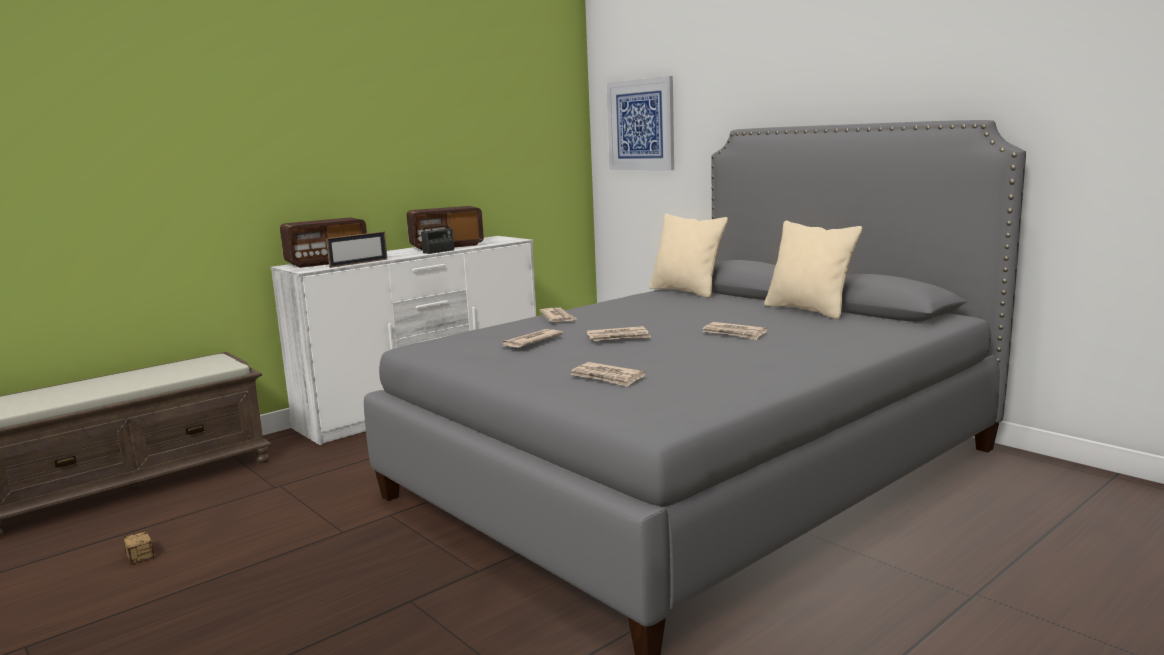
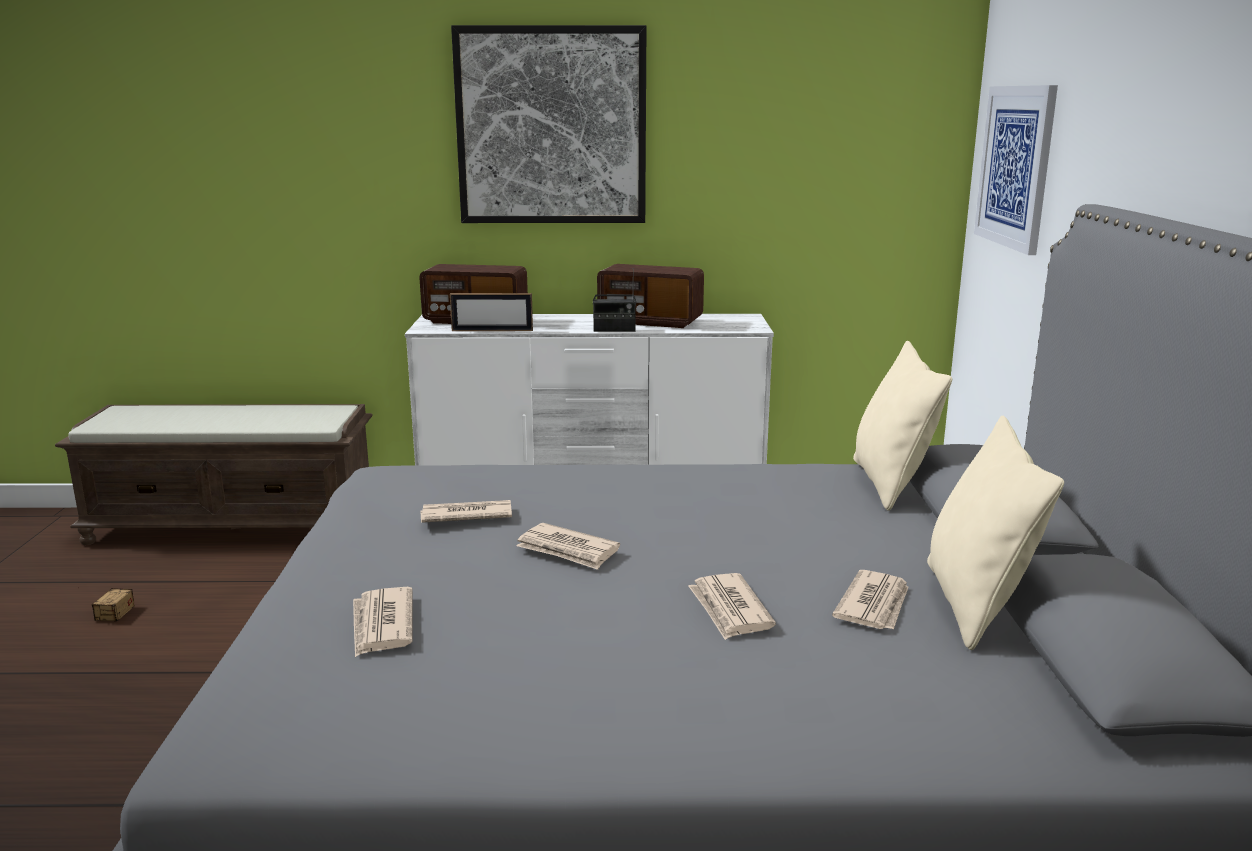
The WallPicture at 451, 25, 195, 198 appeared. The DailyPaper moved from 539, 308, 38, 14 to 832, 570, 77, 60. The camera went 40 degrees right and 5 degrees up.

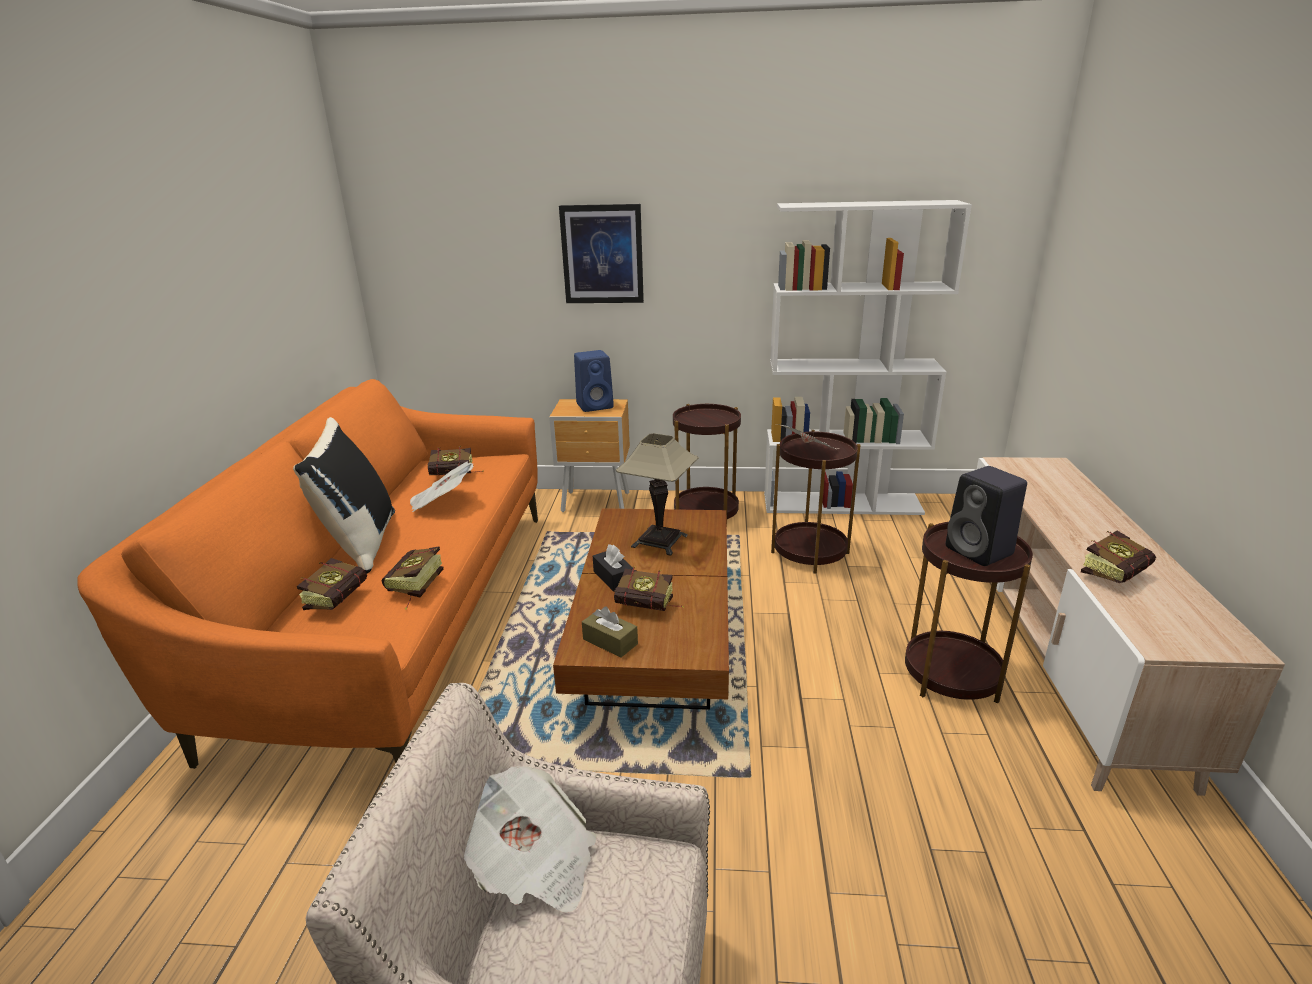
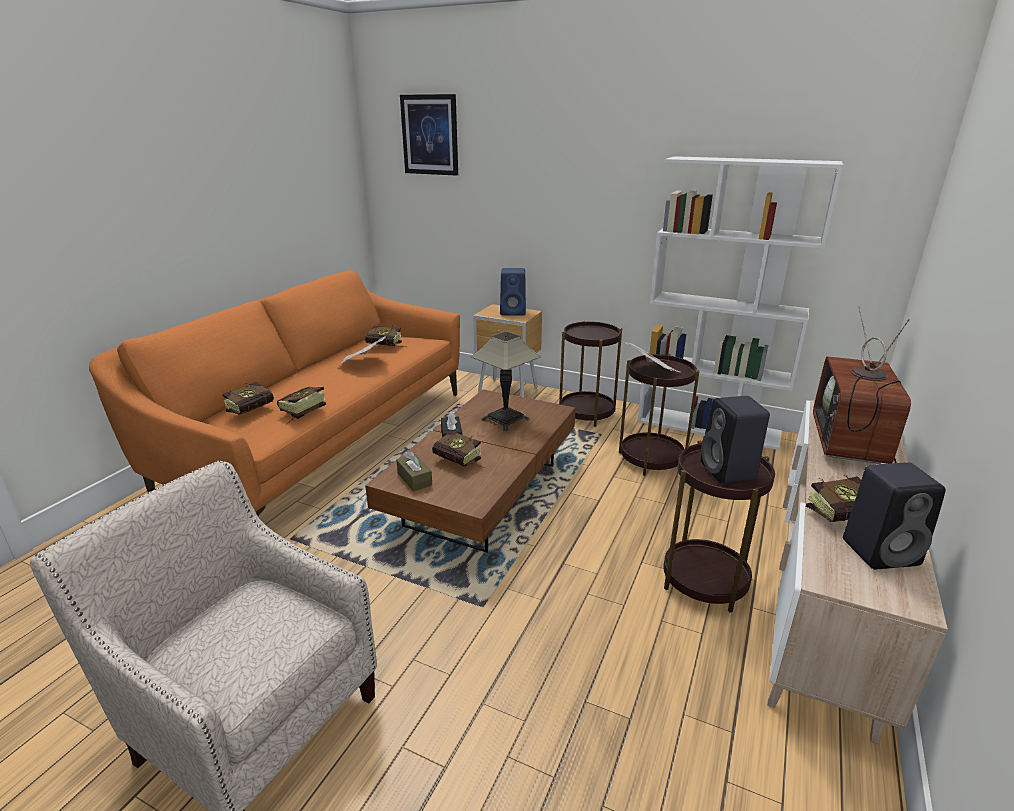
The WallPicture moved from 559, 204, 85, 99 to 400, 94, 58, 82. The Tv at 813, 306, 98, 158 appeared. The BlackishLoudspeaker at 843, 462, 103, 107 appeared. The BlackishCushion at 293, 417, 102, 157 disappeared. The DailyPaper at 464, 766, 133, 147 disappeared. The camera went 20 degrees right and 0 degrees up.

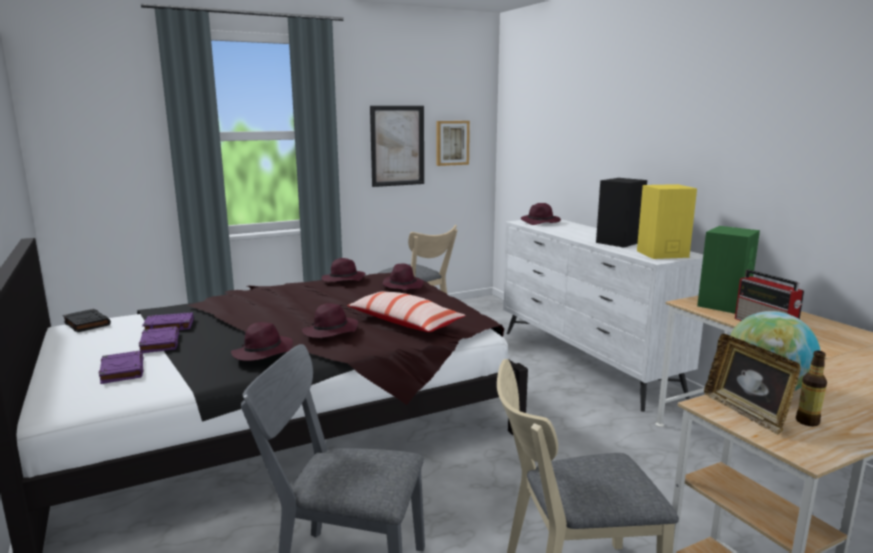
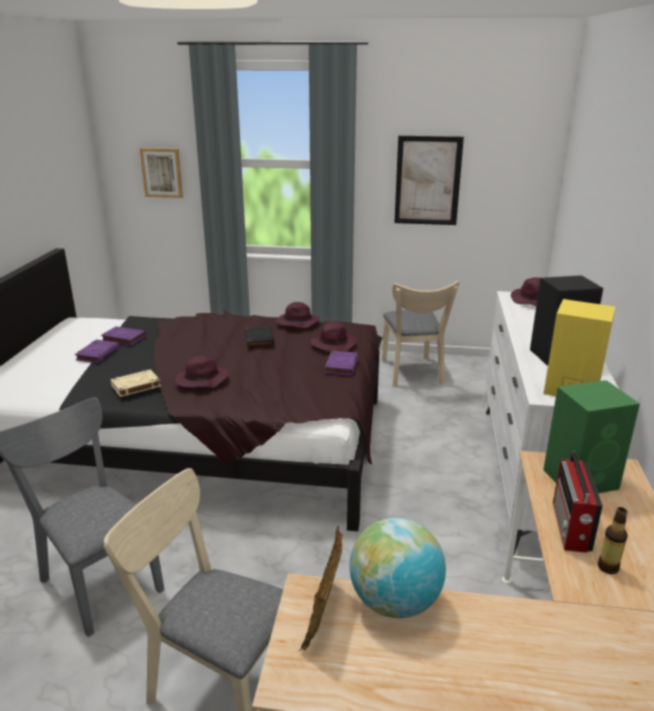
The PurplishClothingHat at 231, 322, 62, 39 was replaced by the BeigeBook at 111, 369, 50, 28. The WallPicture moved from 437, 121, 33, 45 to 139, 148, 44, 50. The BlackishBook moved from 63, 309, 48, 24 to 245, 326, 29, 22. The PurplishBook moved from 99, 351, 44, 33 to 325, 351, 33, 25. The Bottle moved from 796, 351, 31, 76 to 598, 507, 30, 67. The Cushion at 348, 291, 118, 41 disappeared. The camera went 35 degrees right and 10 degrees up.

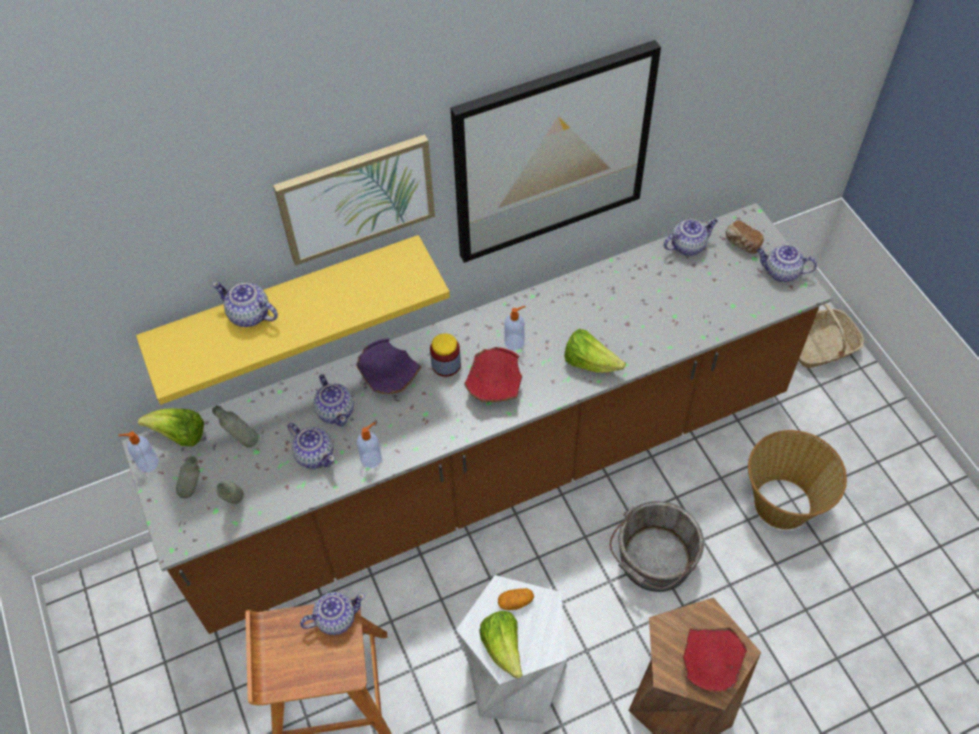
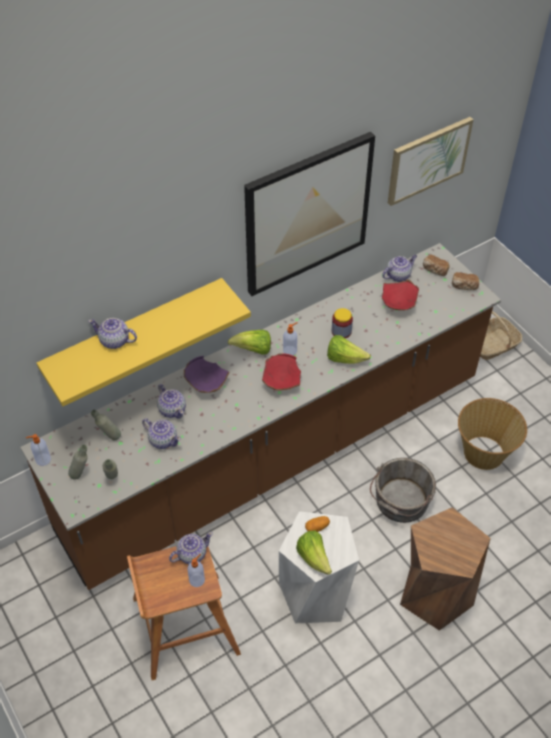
The SoapBottle moved from 357, 422, 25, 46 to 187, 554, 18, 33. The LettuceHead moved from 138, 408, 66, 38 to 228, 330, 43, 25. The StorageJar moved from 430, 333, 31, 44 to 332, 308, 21, 30. The RedColouredServingBowl moved from 683, 627, 64, 65 to 382, 280, 37, 30. The WallPicture moved from 273, 134, 162, 132 to 388, 117, 86, 89. The PotForTea at 757, 245, 60, 37 was replaced by the BakeryBread at 452, 272, 27, 18. The camera went 10 degrees left and 5 degrees down.

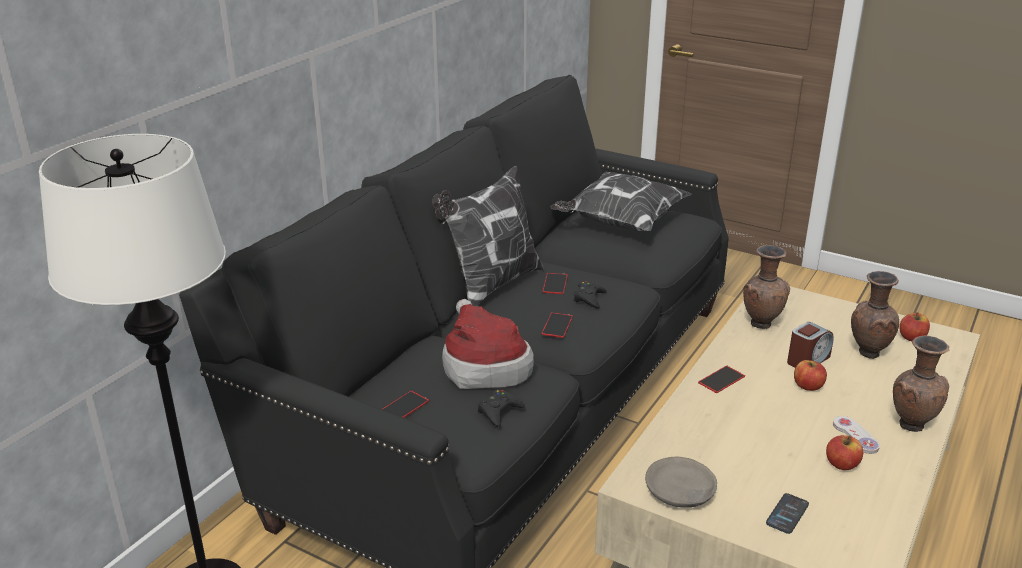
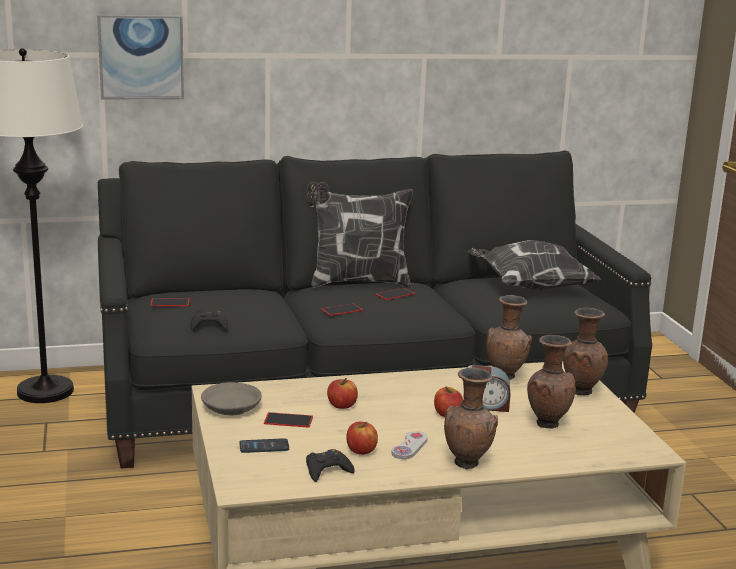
The WallPicture at 97, 15, 87, 85 appeared. The Phone moved from 698, 366, 47, 27 to 264, 412, 49, 16. The BlackishGamepad moved from 574, 281, 33, 28 to 306, 449, 49, 33. The AppleFruit moved from 899, 312, 31, 29 to 327, 378, 31, 31. The BrownFlowerVase at 563, 308, 45, 87 appeared. The ClothingHat at 442, 299, 92, 90 disappeared. The camera went 45 degrees right and 10 degrees down.

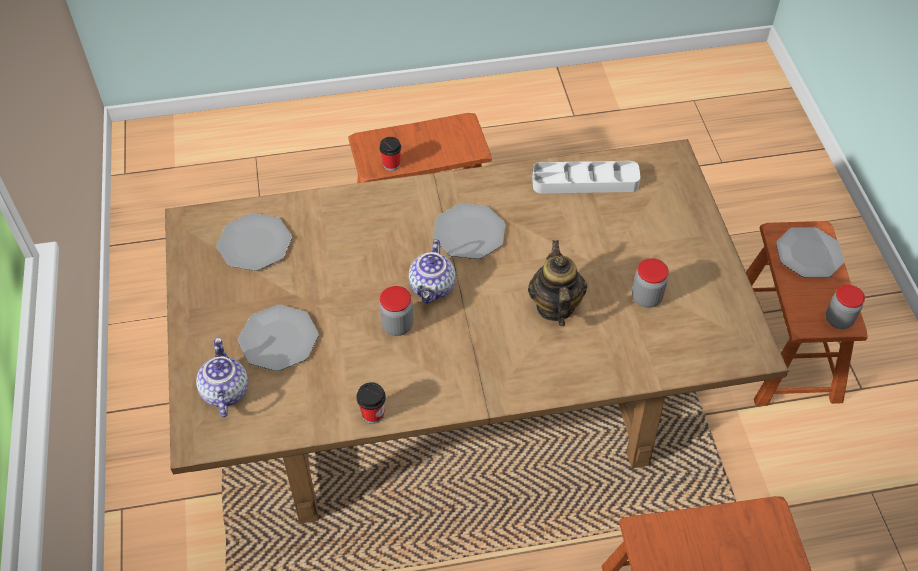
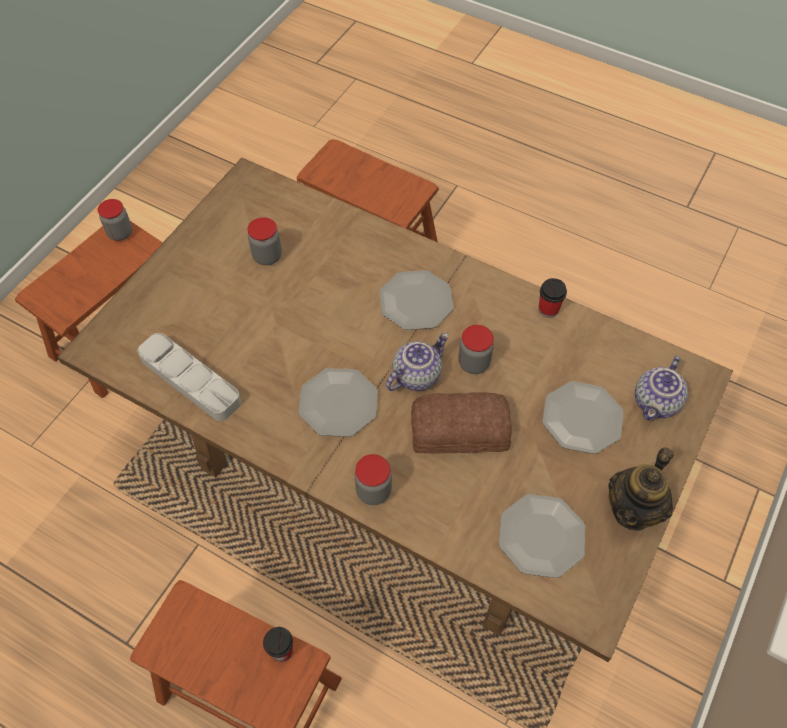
The StorageJar at 355, 454, 37, 51 appeared. The FlatDish moved from 776, 227, 68, 51 to 379, 270, 74, 60. The BakeryBread at 411, 392, 101, 61 appeared. The PotForTea moved from 528, 240, 59, 86 to 608, 447, 66, 84. The camera went 140 degrees left and 5 degrees up.

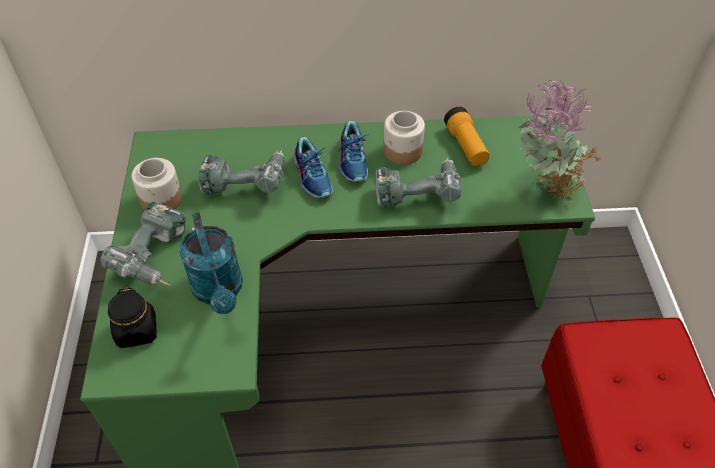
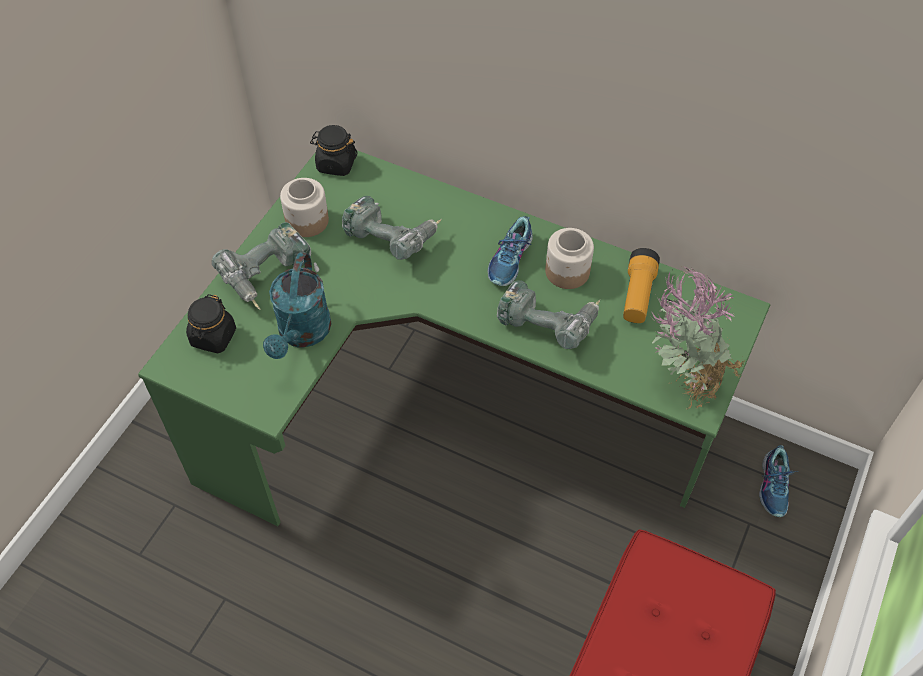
The BlackishStorageJar at 310, 125, 48, 51 appeared. The ItemOfFootwear moved from 293, 136, 40, 62 to 759, 445, 39, 72. The camera went 30 degrees right and 5 degrees up.

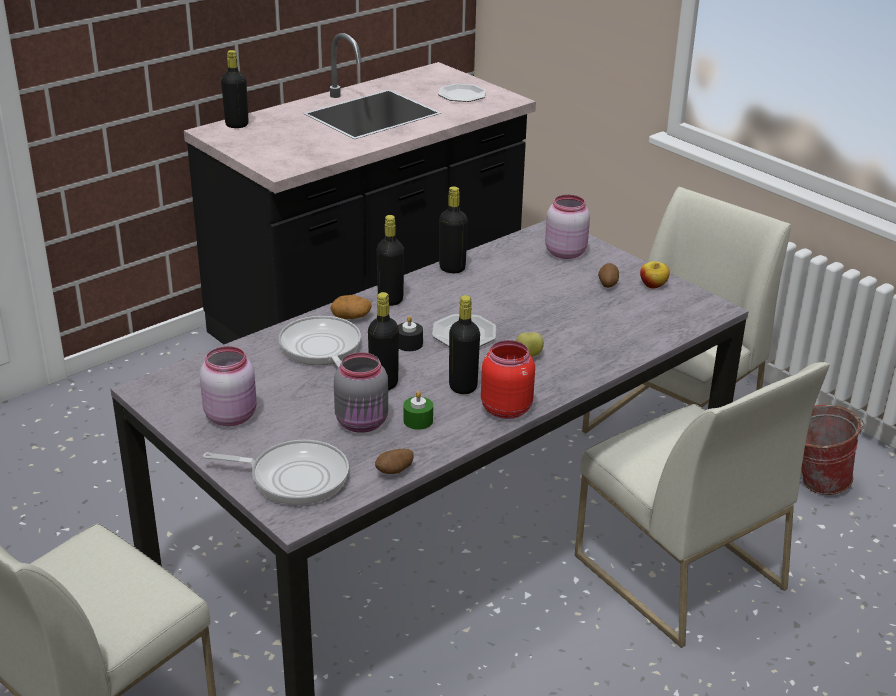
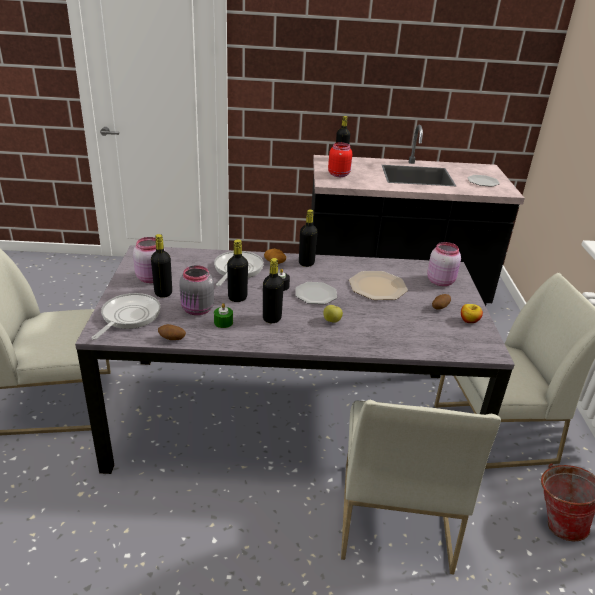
The FryingPan at 203, 440, 146, 65 turned 120 degrees counterclockwise. The BlackishBottle moved from 439, 186, 29, 87 to 151, 234, 21, 64. The RedColouredStorageJar moved from 481, 340, 54, 79 to 328, 142, 24, 35. The FlatDish at 349, 271, 59, 29 appeared. The camera went 40 degrees right and 0 degrees up.

